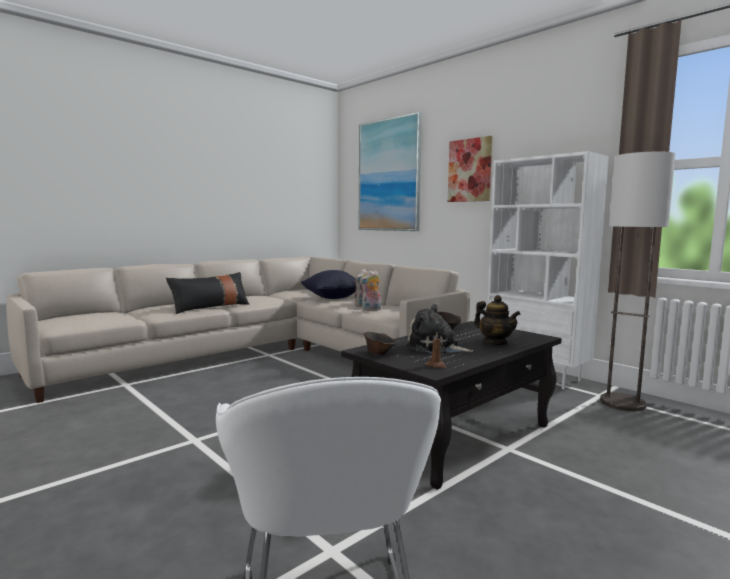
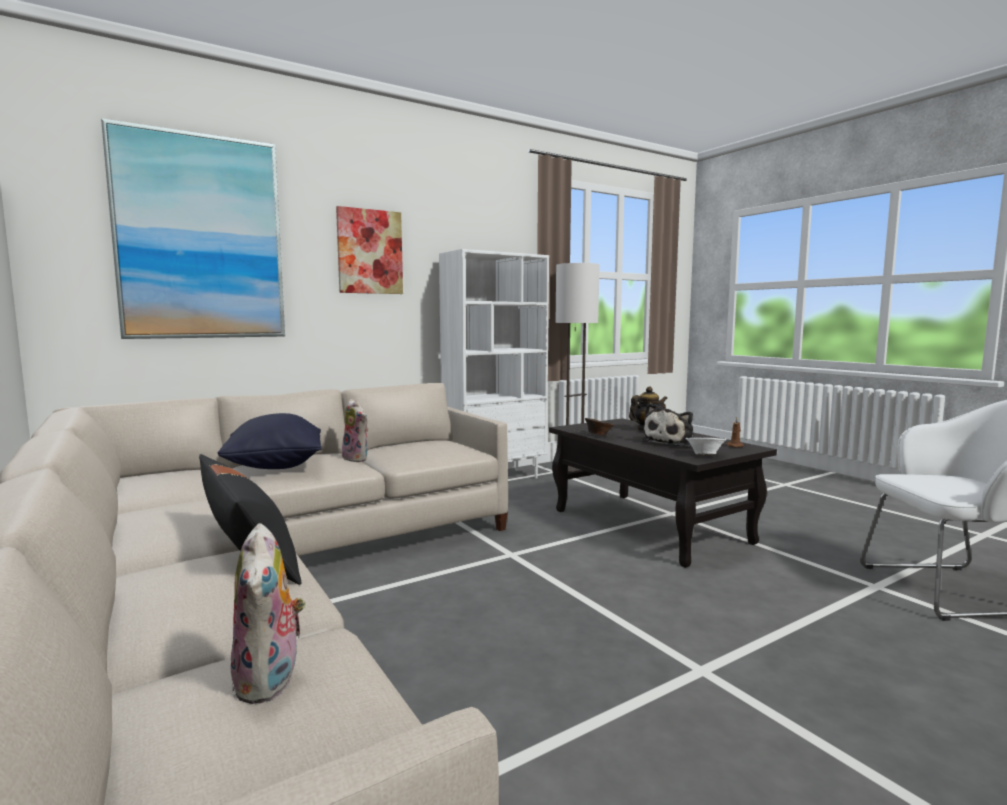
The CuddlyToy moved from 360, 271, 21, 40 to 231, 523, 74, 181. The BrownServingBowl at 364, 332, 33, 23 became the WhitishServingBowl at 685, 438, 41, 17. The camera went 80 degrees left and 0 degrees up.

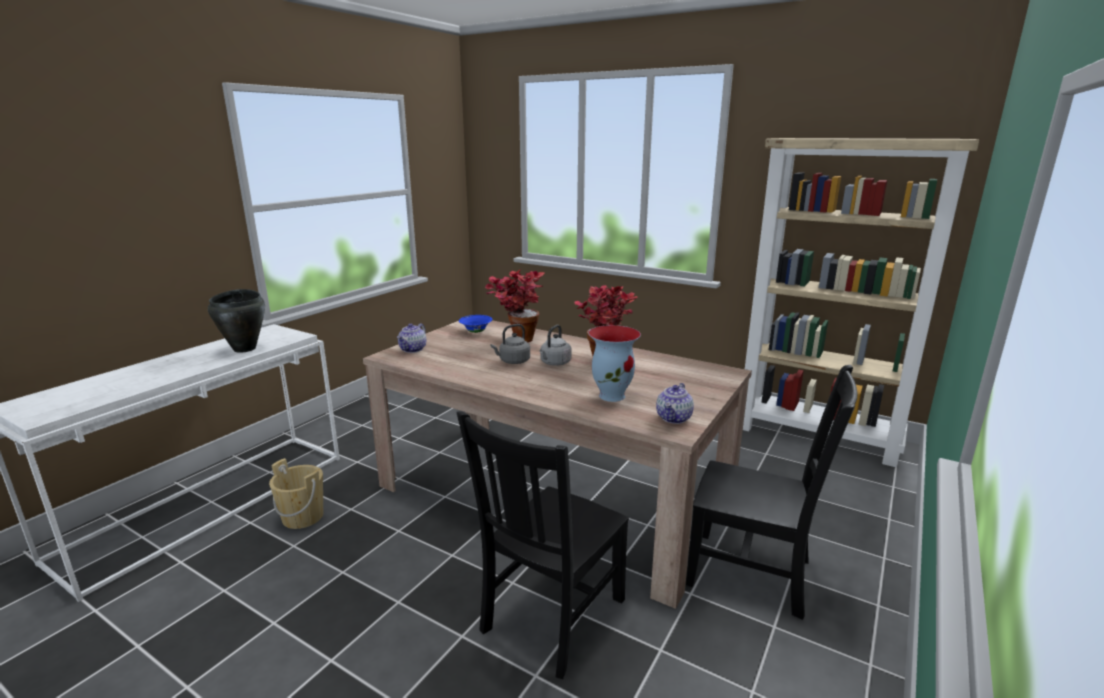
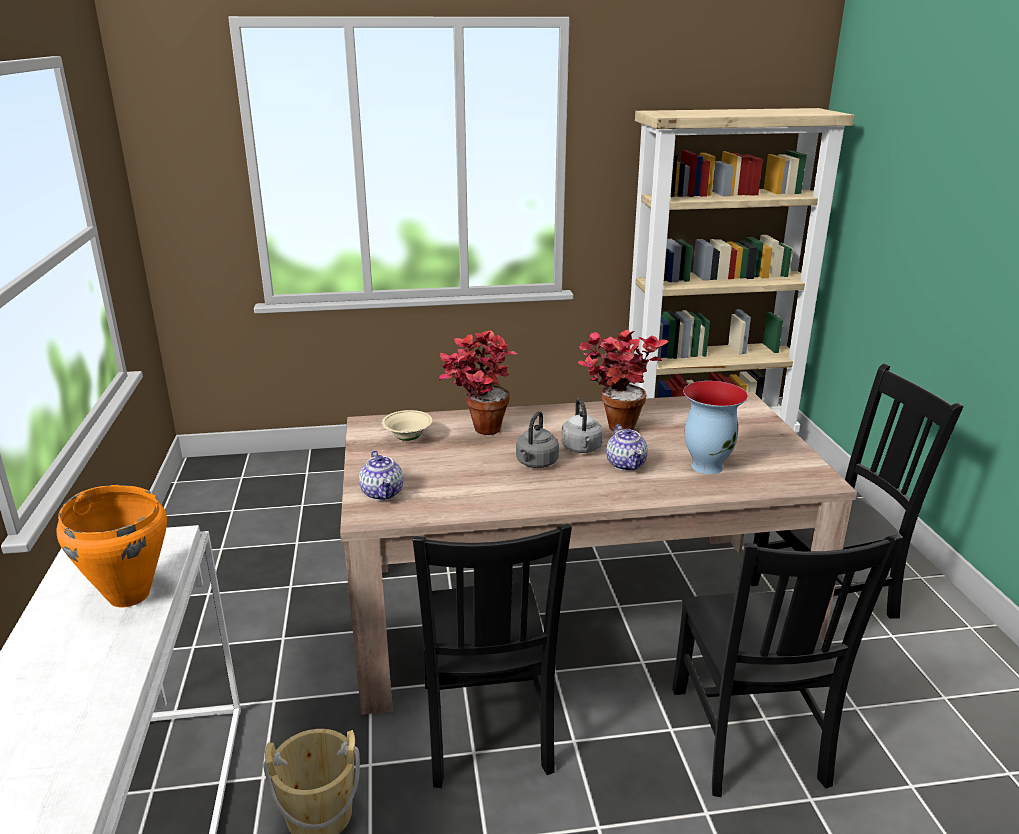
The BlackishStockpot at 208, 289, 57, 64 became the OrangeColouredStockpot at 56, 485, 111, 122. The BluishServingBowl at 459, 315, 33, 18 became the BeigeServingBowl at 382, 410, 50, 31. The BlackishPlainChair at 413, 524, 159, 264 appeared. The PotForTea moved from 656, 383, 38, 41 to 606, 424, 42, 47. The camera went 40 degrees left and 5 degrees up.

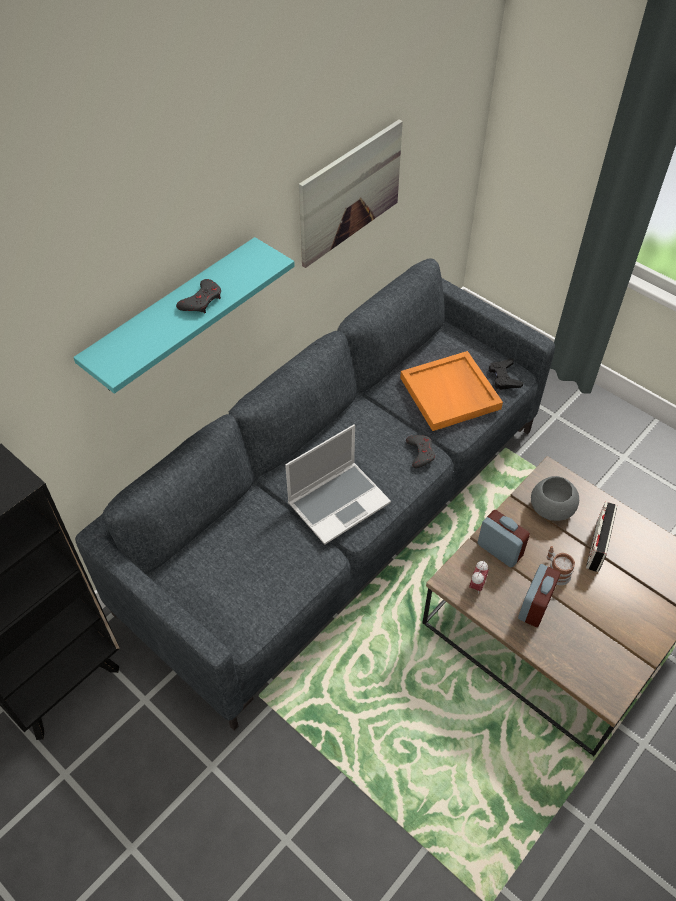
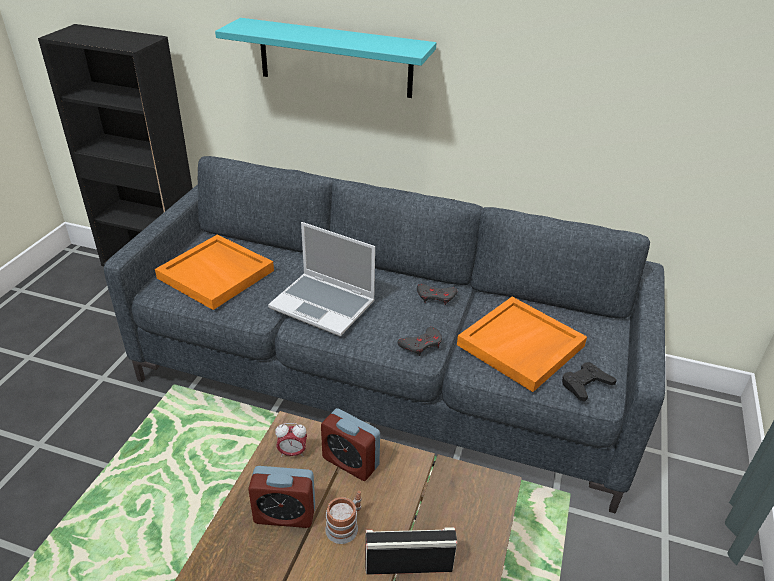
The OrangeColouredServingTray at 155, 234, 119, 76 appeared. The BedsideClock at 477, 510, 53, 57 turned 105 degrees clockwise. The GrayGamepad moved from 176, 279, 45, 34 to 417, 284, 40, 21. The WallPicture at 299, 120, 104, 148 disappeared. The GrayServingBowl at 531, 476, 48, 45 disappeared. The camera went 65 degrees right and 15 degrees down.

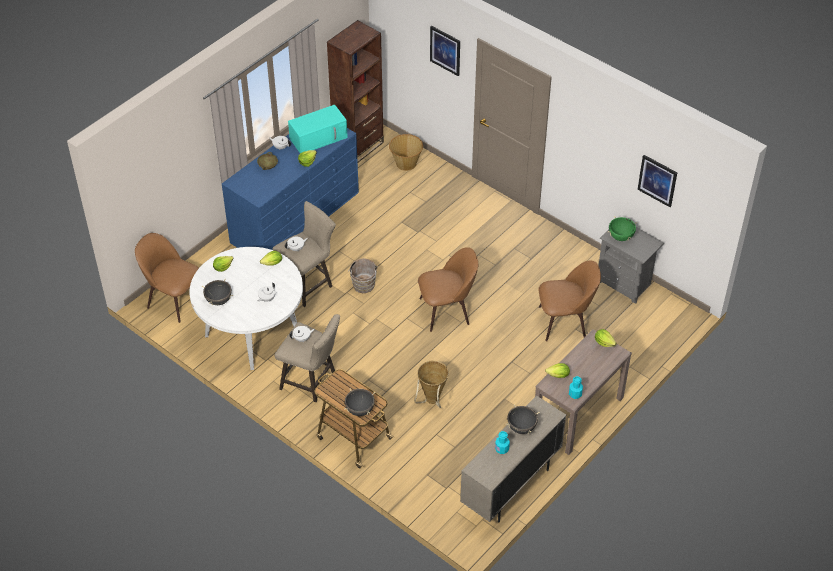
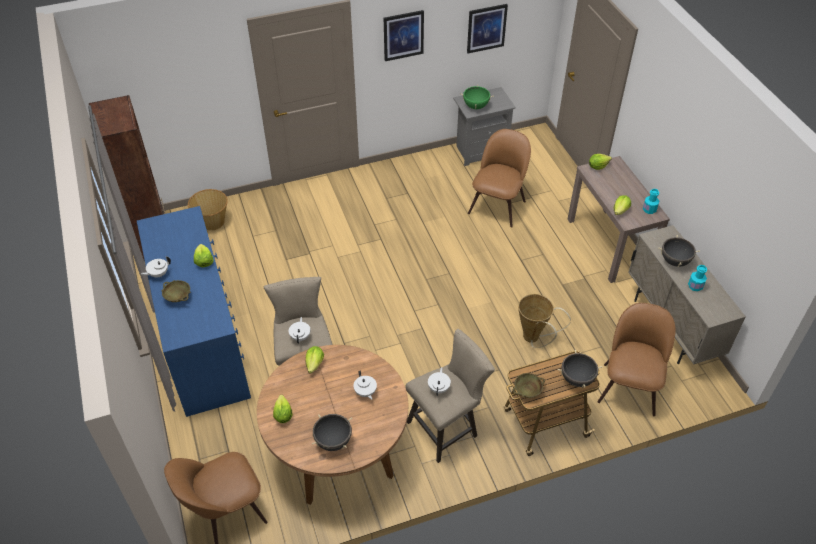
The WhitishDiningTable at 190, 247, 113, 123 became the BrownDiningTable at 257, 345, 151, 160. The WallPicture moved from 430, 26, 30, 50 to 384, 10, 40, 51. The BeigeServingBowl at 513, 373, 32, 25 appeared. The BrownPlainChair moved from 418, 247, 60, 85 to 597, 303, 79, 113. The BlueGreenKitchenMicrowave at 288, 105, 60, 48 disappeared. The BrownWaterBucket at 348, 258, 30, 35 disappeared. The camera went 60 degrees left and 0 degrees up.

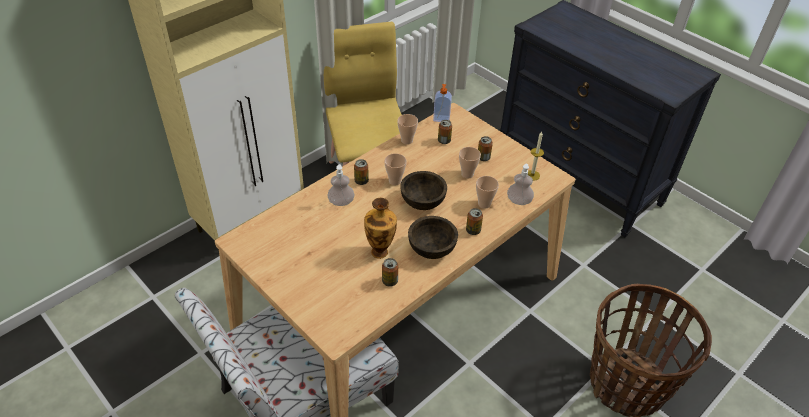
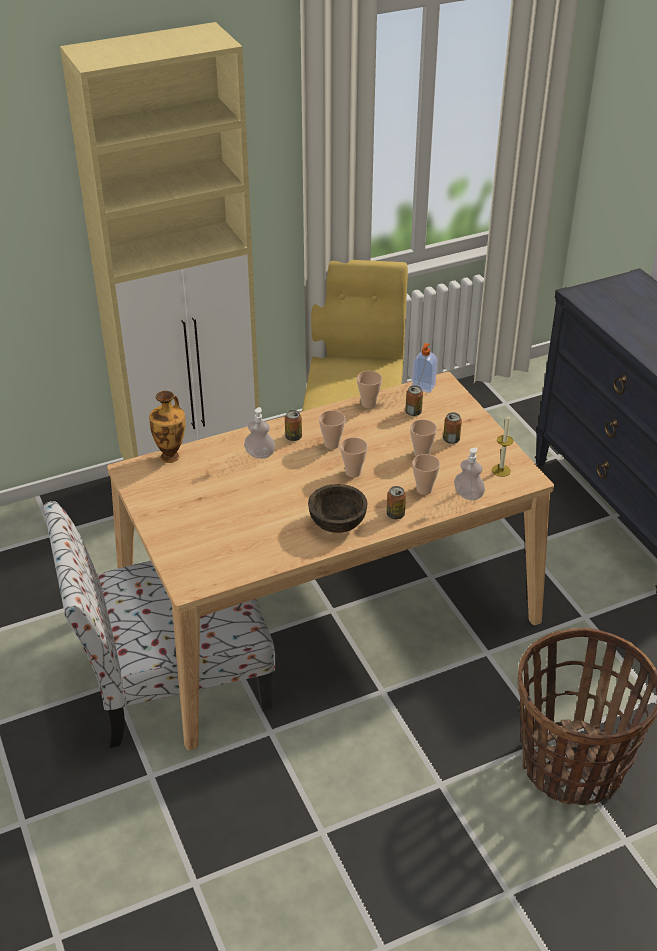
The FlowerVase moved from 364, 198, 33, 61 to 149, 391, 36, 72. The BrownServingBowl at 400, 171, 47, 39 was replaced by the DrinkingCup at 340, 437, 28, 40. The Can at 382, 258, 16, 29 disappeared. The camera went 20 degrees right and 5 degrees down.

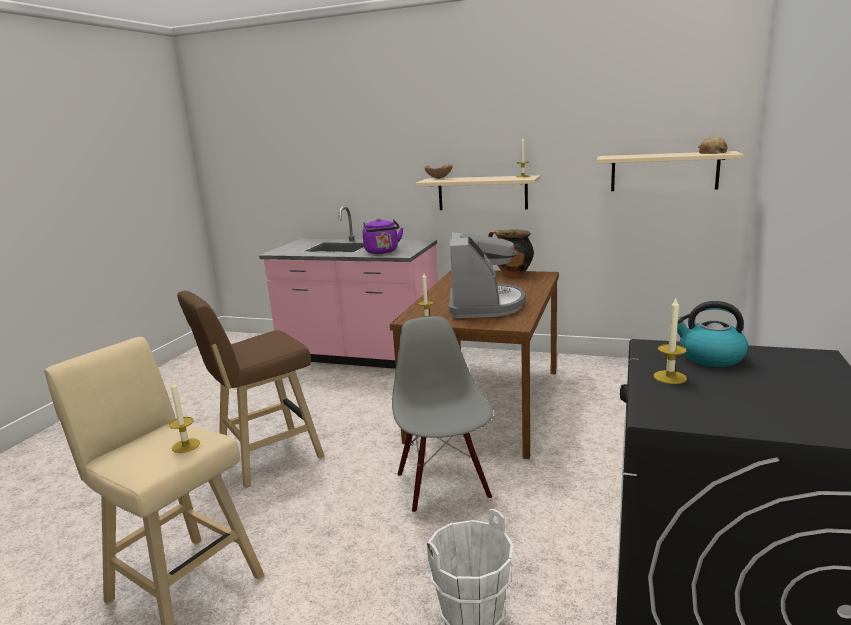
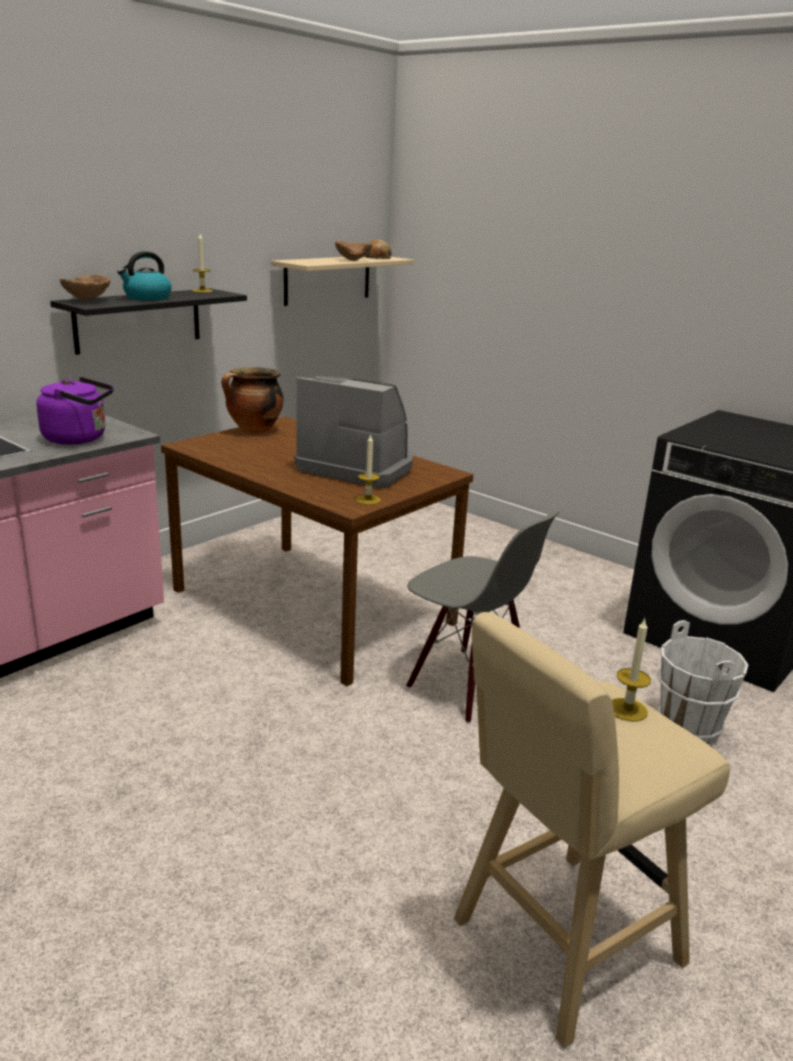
The BeigeWallShelf at 415, 175, 125, 35 became the BlackishWallShelf at 50, 289, 197, 66. The Kettle moved from 677, 301, 71, 66 to 117, 251, 55, 50. The BrownServingBowl at 335, 241, 37, 20 appeared. The GrayPlainChair at 392, 316, 101, 197 turned 150 degrees counterclockwise. The BrownStoolSeat at 177, 291, 148, 197 disappeared. The WaxCandle at 654, 299, 33, 85 disappeared. The camera went 70 degrees left and 5 degrees up.

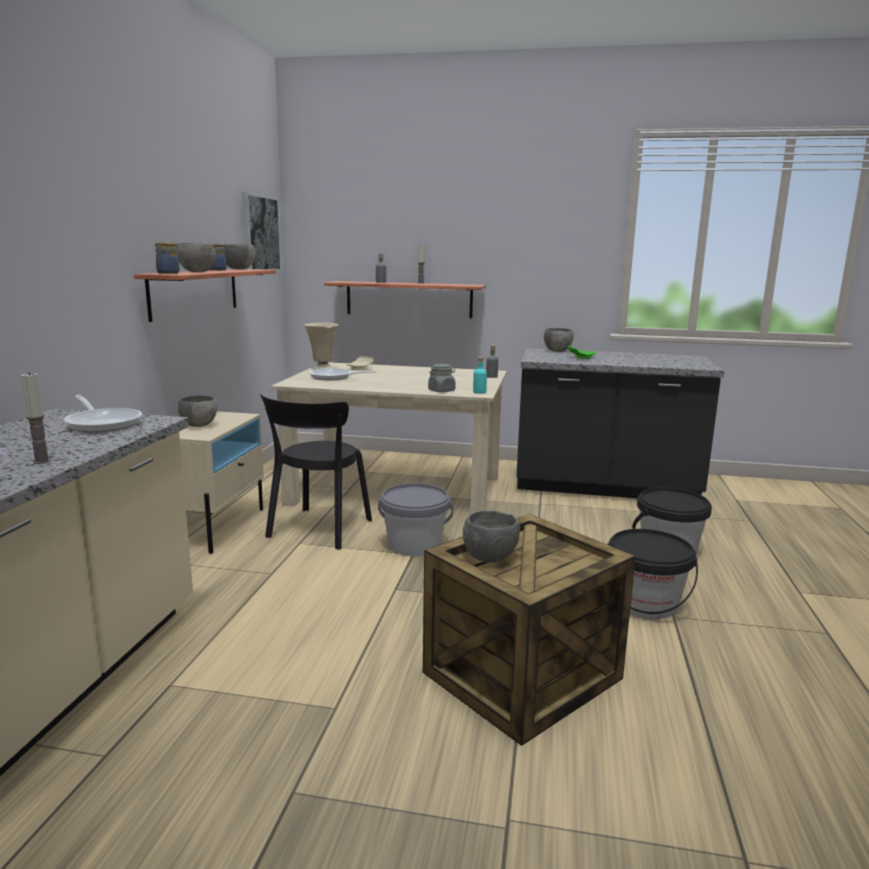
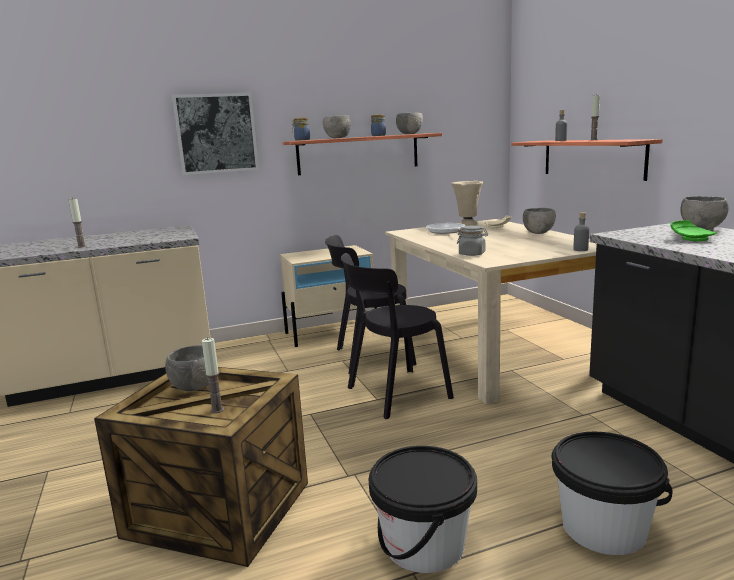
The WallPicture moved from 241, 192, 41, 79 to 172, 93, 87, 82. The WaxCandle at 202, 338, 22, 75 appeared. The GrayWaterBucket at 378, 483, 75, 74 was replaced by the BlackishPlainChair at 341, 253, 113, 166. The GrayServingBowl moved from 178, 395, 39, 32 to 523, 208, 33, 26. The FryingPan at 63, 395, 79, 38 disappeared. The BlueGreenBottle at 473, 357, 14, 37 disappeared. The camera went 60 degrees right and 0 degrees up.

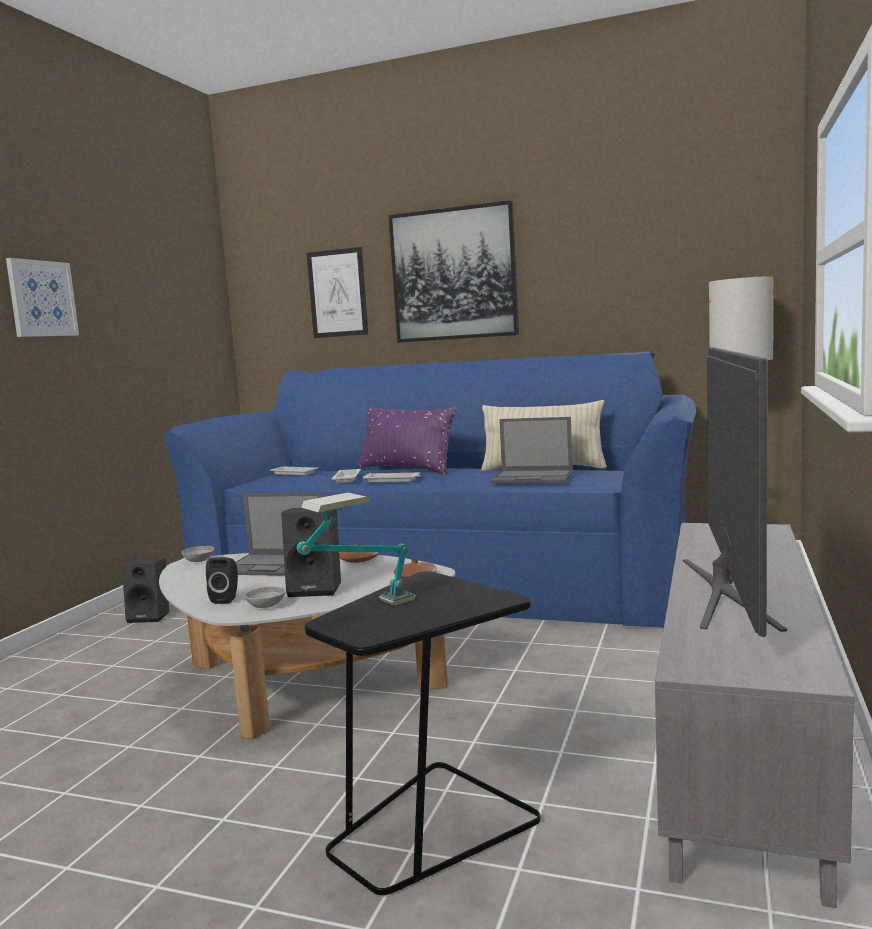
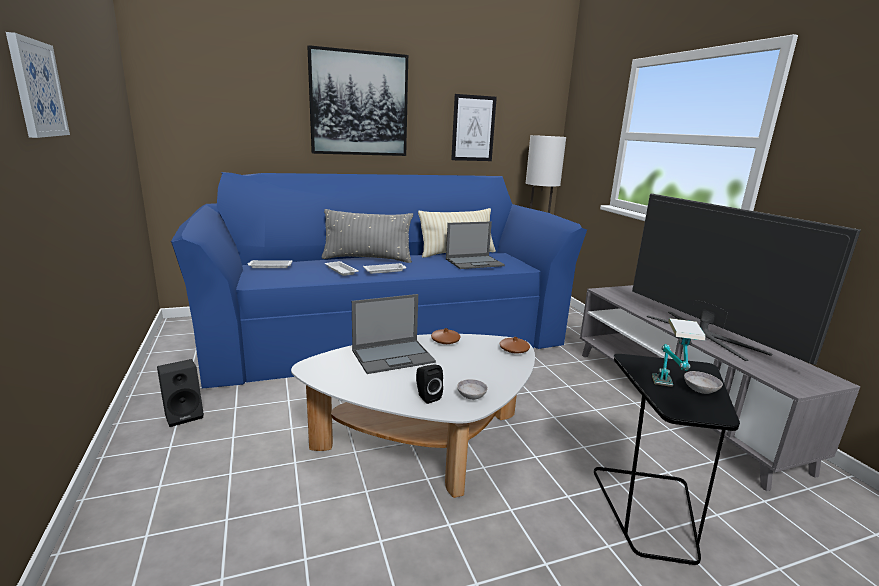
The PurplishCushion at 358, 406, 99, 69 became the GrayCushion at 321, 209, 92, 54. The WallPicture moved from 306, 247, 62, 91 to 451, 94, 46, 67. The GrayServingBowl moved from 182, 546, 33, 16 to 684, 371, 39, 23. The BlackishLoudspeaker at 281, 508, 60, 89 disappeared. The camera went 40 degrees left and 10 degrees up.

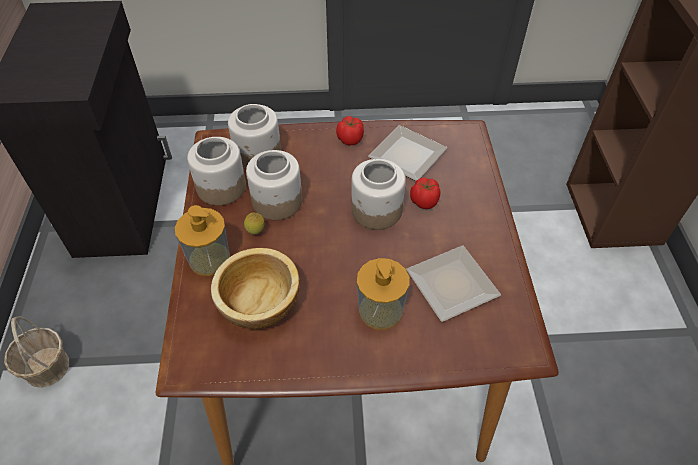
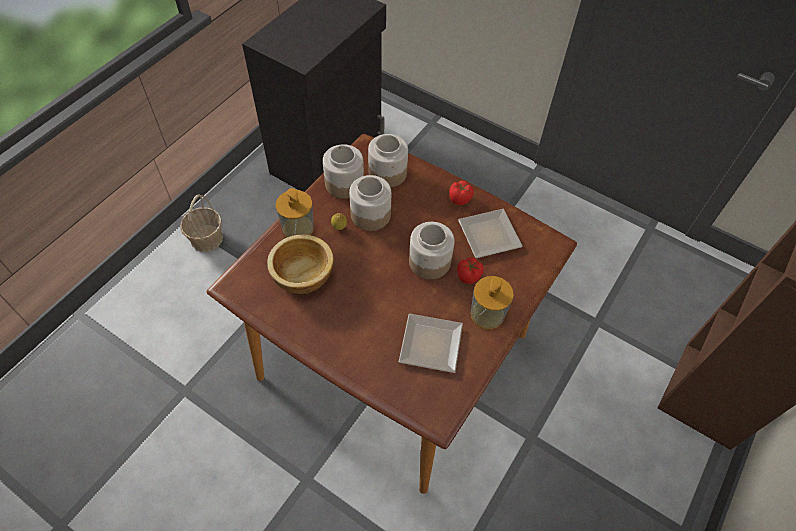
The SoapBottle moved from 357, 258, 52, 72 to 471, 276, 43, 53. The camera went 35 degrees right and 5 degrees up.

